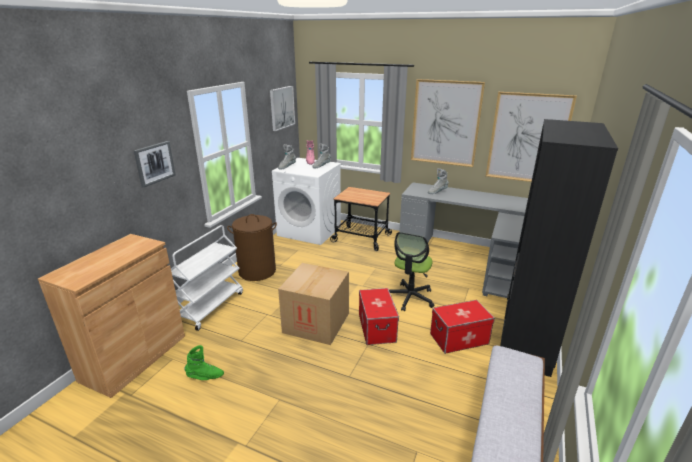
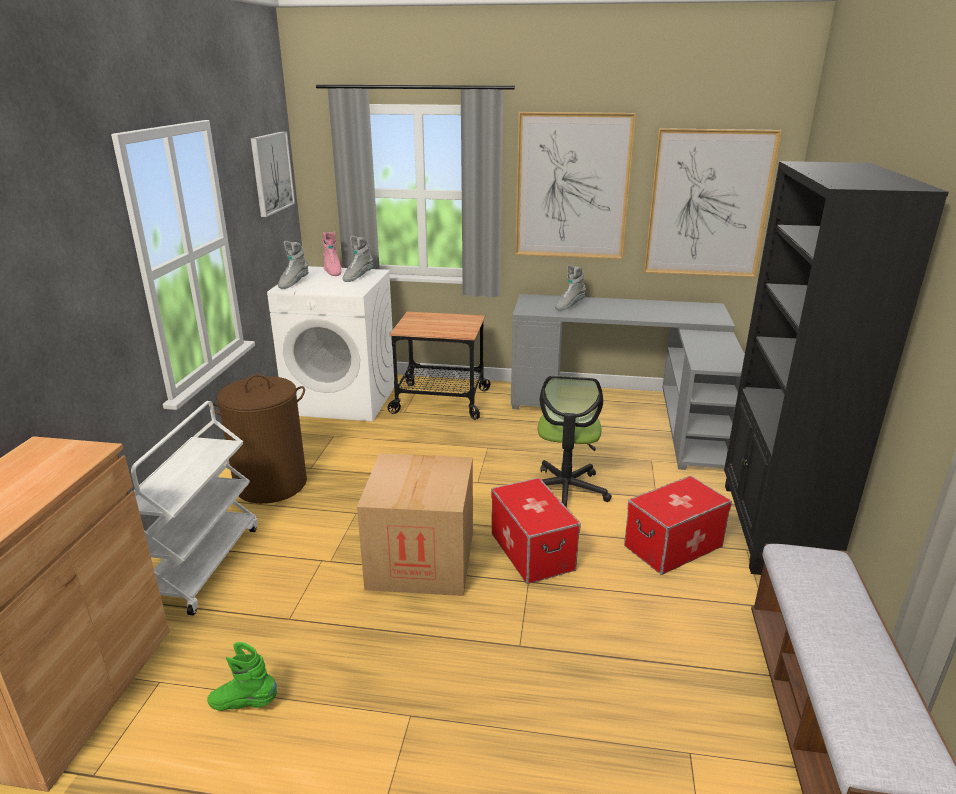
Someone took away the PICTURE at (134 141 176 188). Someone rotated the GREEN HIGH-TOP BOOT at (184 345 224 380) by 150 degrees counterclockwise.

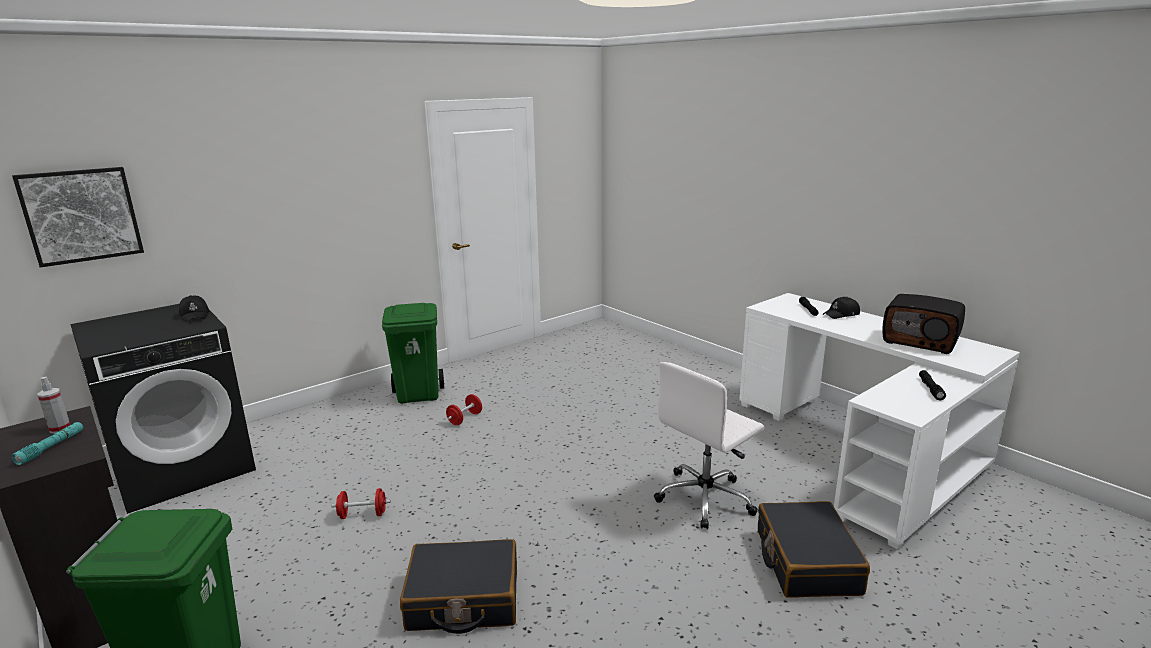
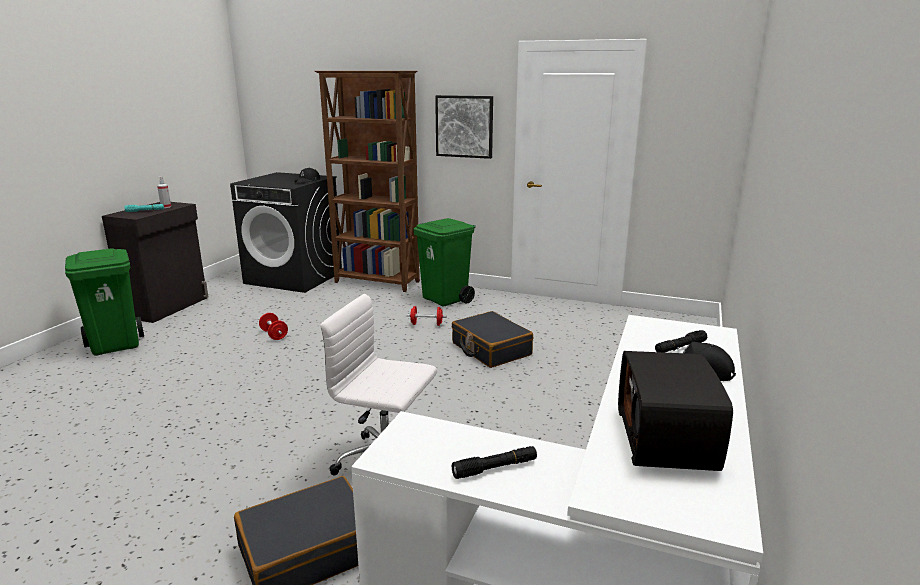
Someone put down the BROWN-COLOURED BOOKSHELF at (315 71 420 292). Someone carried the PICTURE from (12 167 144 268) to (435 95 493 159). Someone carried the BLACK-COLOURED PIECE OF LUGGAGE from (400 539 517 634) to (452 311 533 368).

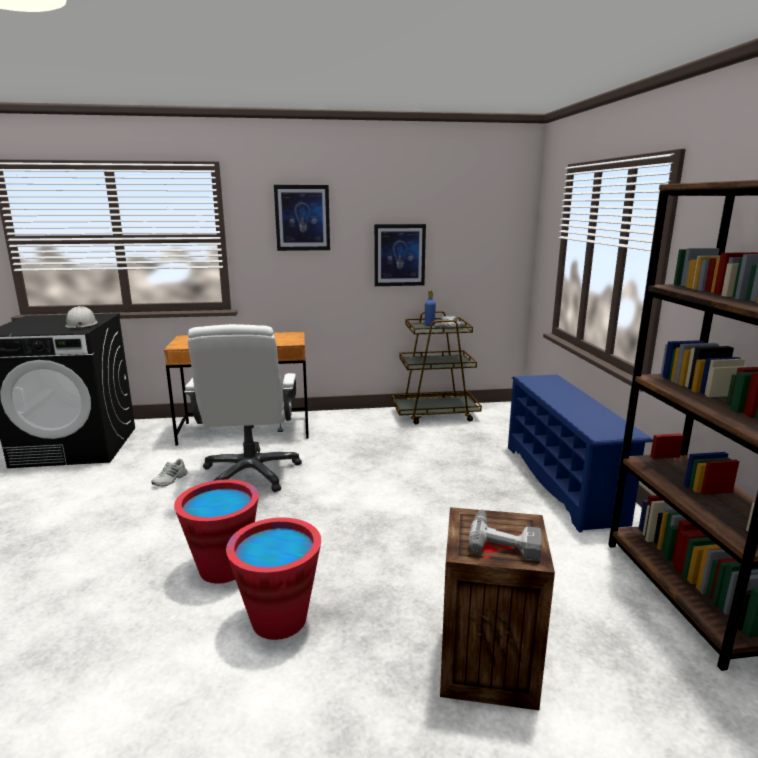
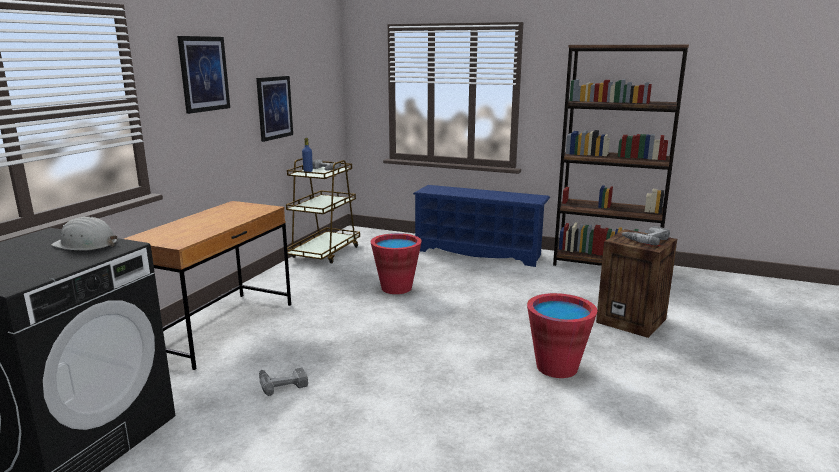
Someone took away the WHITE-COLOURED OFFICE CHAIR at (184 324 302 492). Someone carried the RED PAIL from (174 480 259 584) to (371 233 422 294). Someone swapped the WHITE-COLOURED ITEM OF FOOTWEAR at (151 459 187 486) for the DRILL at (259 368 308 396).

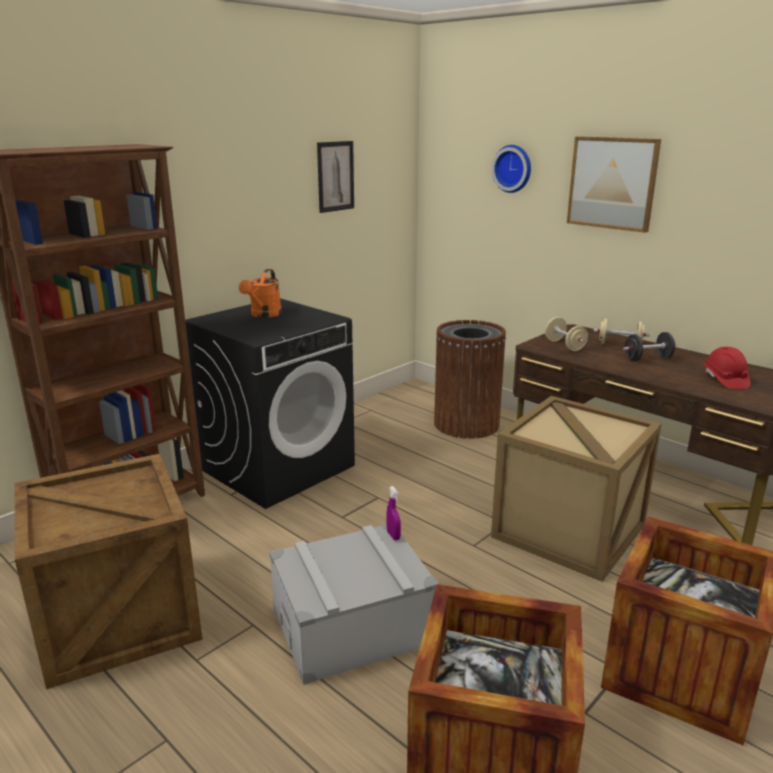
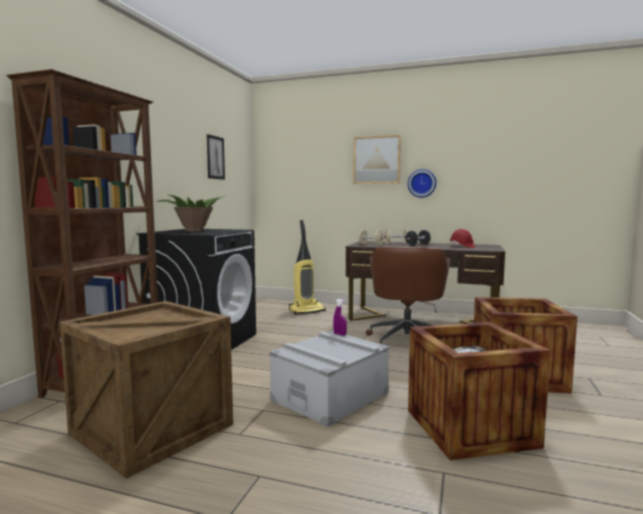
Someone carried the WALL CLOCK from (491 145 531 193) to (408 169 436 198). Someone swapped the ORANGEY WATERING CAN at (239 269 282 318) for the HOUSEPLANT at (157 195 225 231). Someone swapped the BROWN-COLOURED WASTE BIN at (434 320 506 439) for the VACUUM at (289 220 326 315). Someone swapped the SHIPPING CRATE at (491 396 662 582) for the BROWN-COLOURED OFFICE CHAIR at (366 247 450 344).

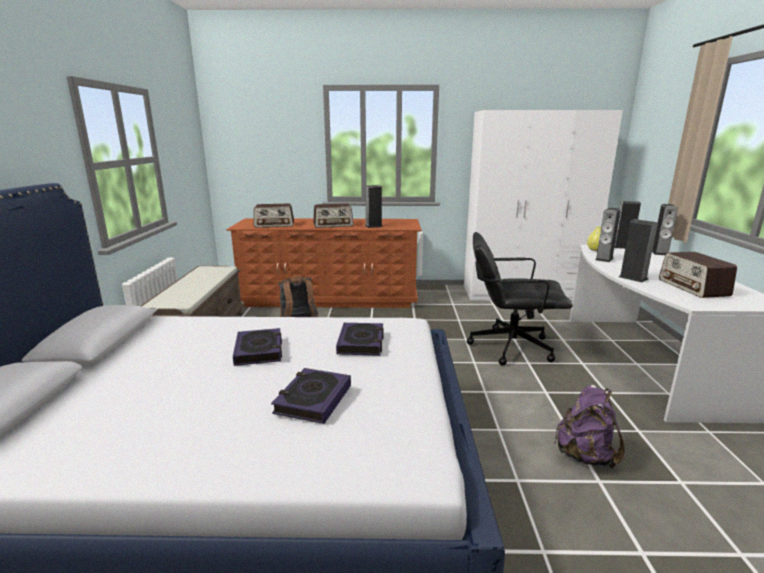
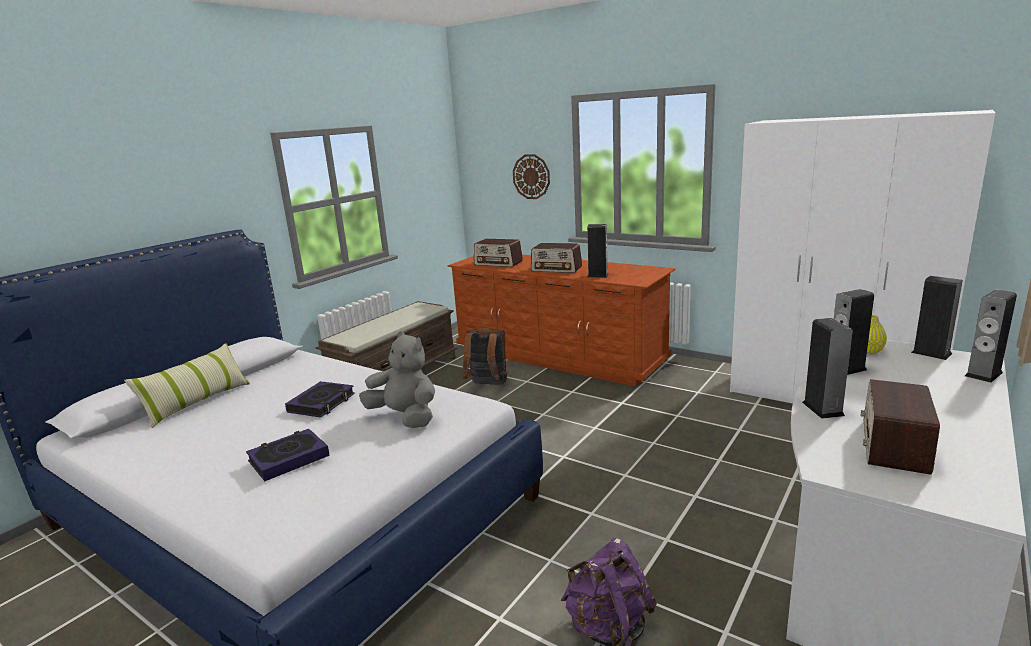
Someone took away the BLACK-COLOURED OFFICE CHAIR at (467 232 573 365). Someone put down the CUSHION at (124 343 250 428). Someone put up the WALL CLOCK at (513 154 550 199). Someone swapped the BOUND BOOK at (336 323 383 356) for the GREYISH CUDDLY TOY at (359 331 435 428).

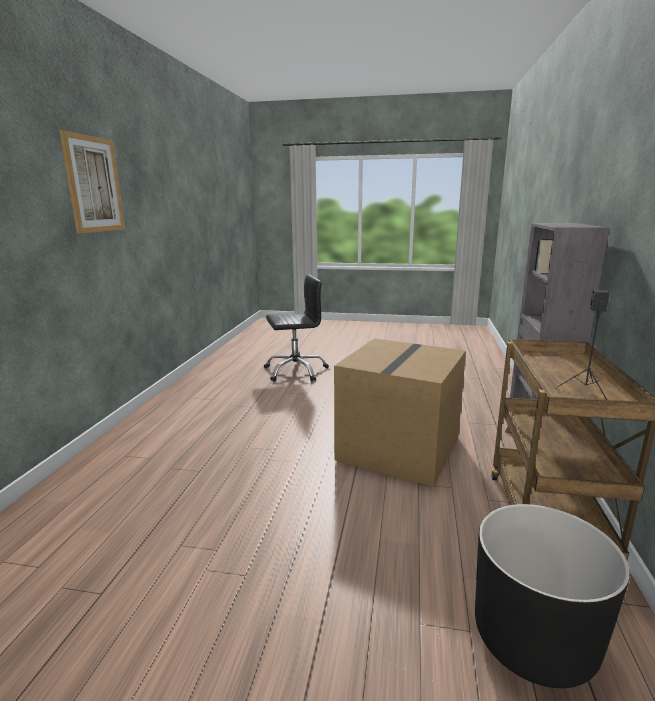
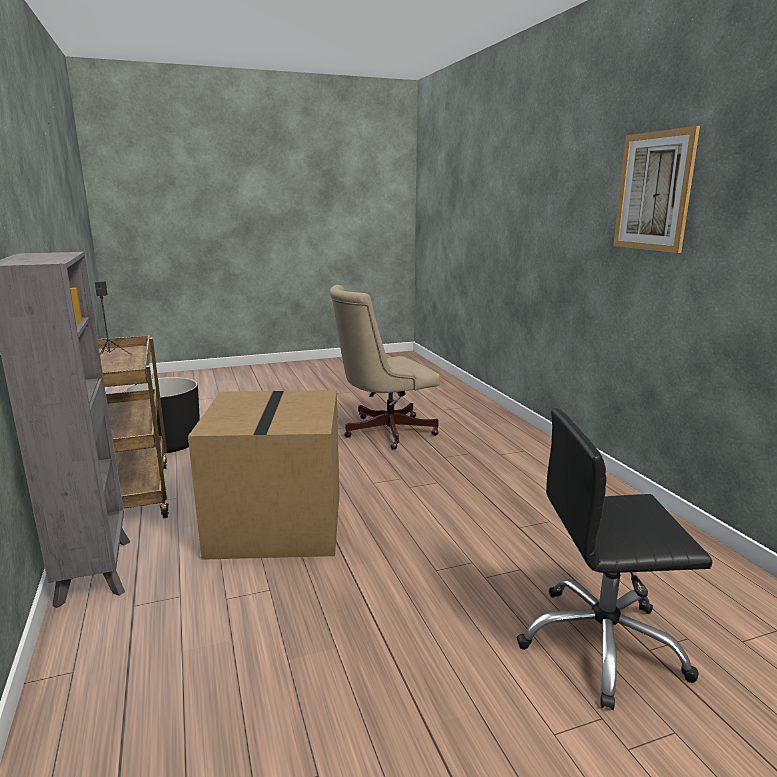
Someone put down the BEIGE OFFICE CHAIR at (329 285 440 449). Someone rotated the BLACK-COLOURED OFFICE CHAIR at (264 274 329 381) by 45 degrees clockwise.

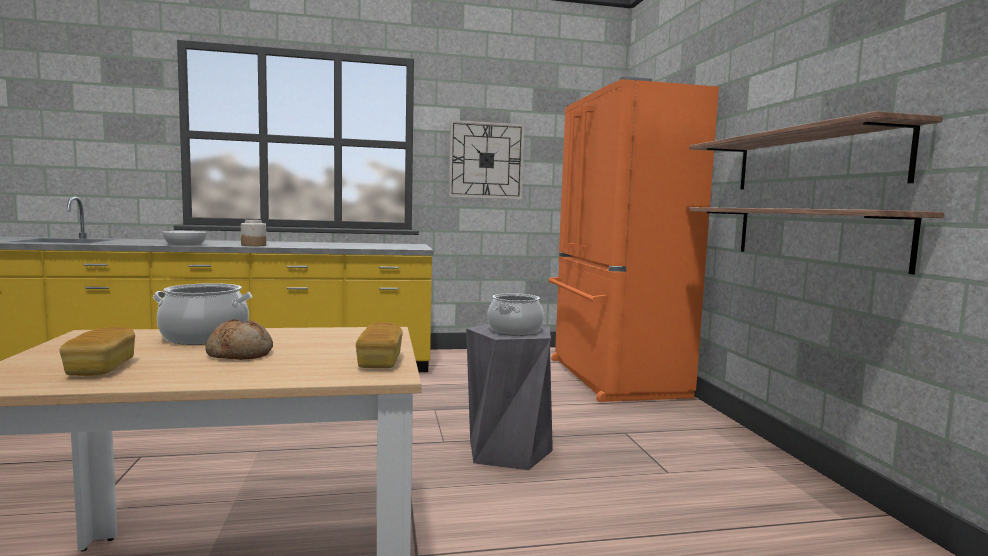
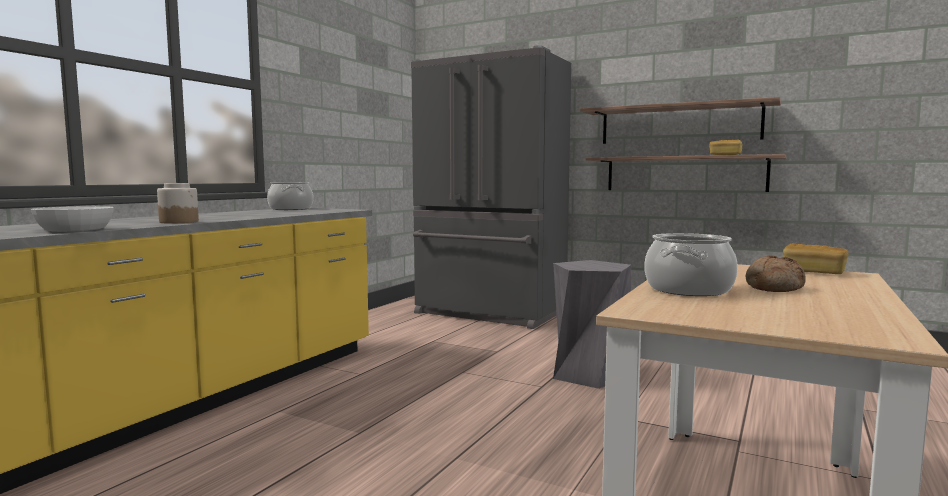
Someone took away the WALL CLOCK at (449 120 525 199). Someone carried the BAKERY BREAD from (60 327 135 376) to (709 139 743 155). Someone carried the STOCKPOT from (487 293 544 336) to (267 182 313 210). Someone repainted the ORANGEY REFRIGERATOR at (549 77 719 402), which became the GREYISH REFRIGERATOR at (411 45 571 329).

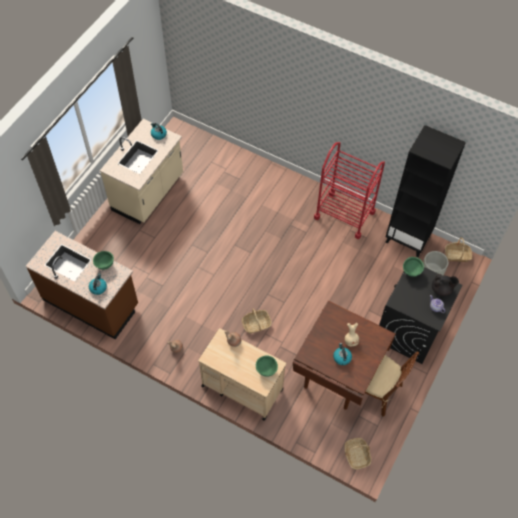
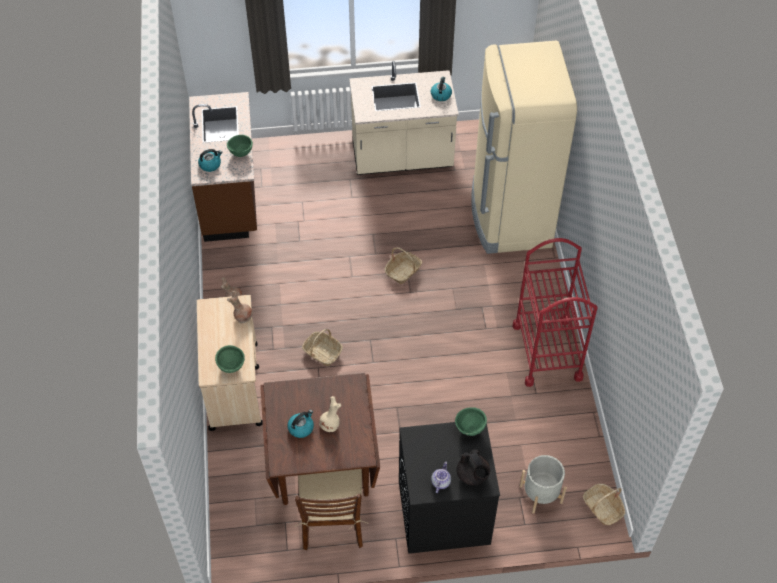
Someone took away the BLACK-COLOURED BOOKSHELF at (386 125 466 258). Someone put down the BEIGE REFRIGERATOR at (471 41 577 254). Someone carried the HOUSEHOLD BASKET from (344 438 371 470) to (385 248 422 284).

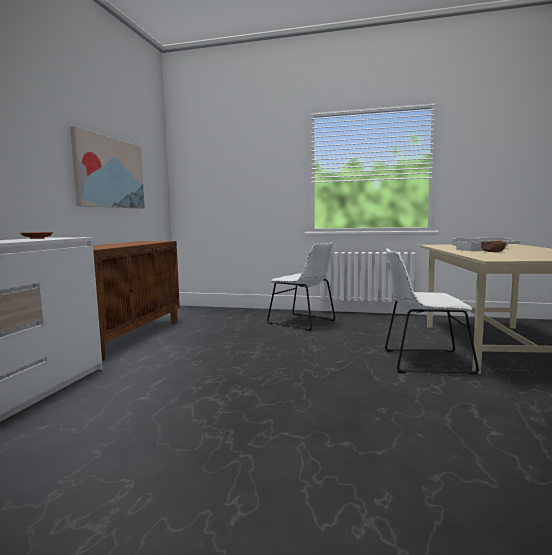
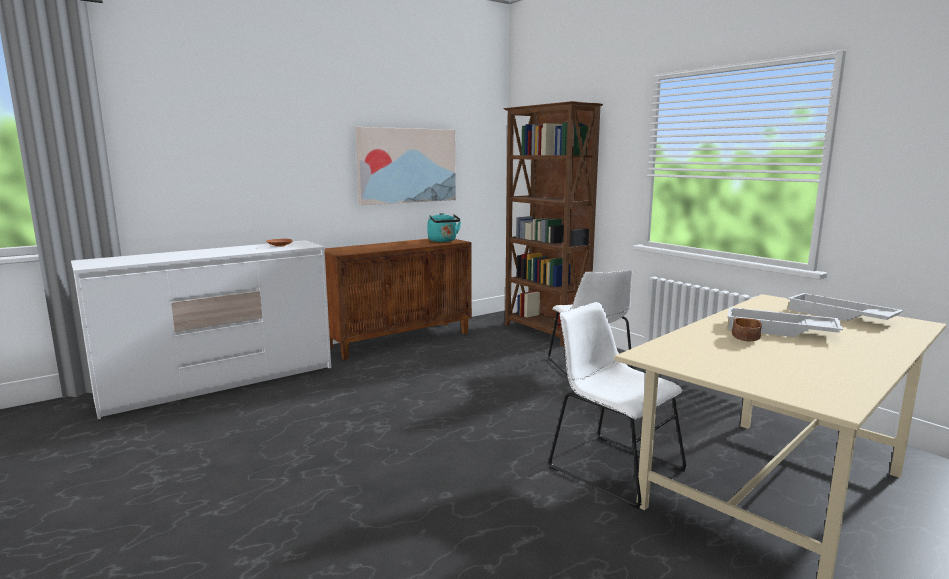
Someone put down the BLUE-GREEN TEA KETTLE at (427 213 461 242). Someone put down the BROWN-COLOURED BOOKSHELF at (504 101 603 347).

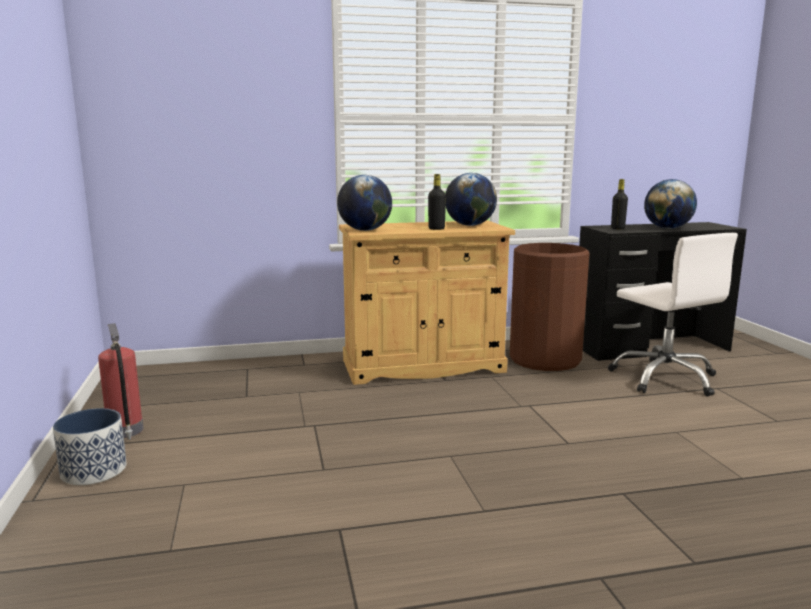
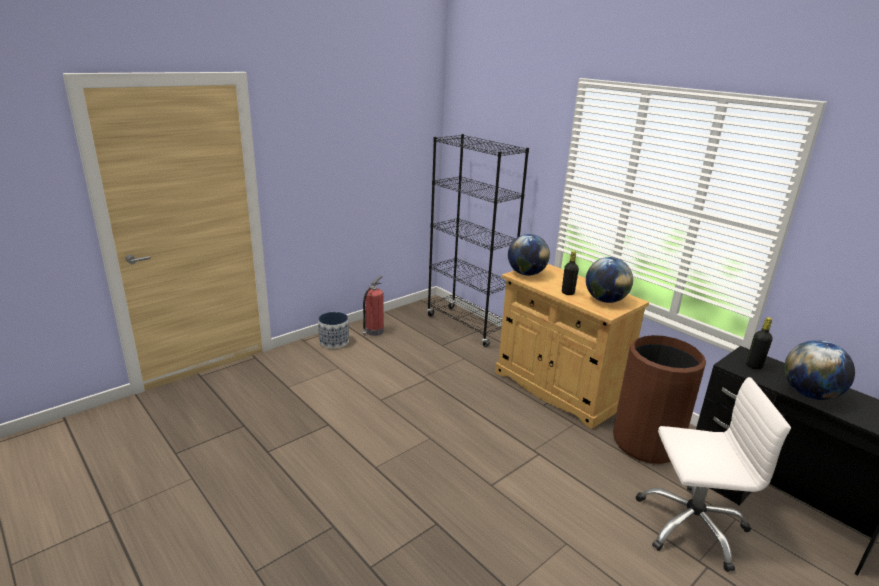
Someone put down the BLACK-COLOURED BOOKSHELF at (427 134 529 347). Someone rotated the WHITE-COLOURED OFFICE CHAIR at (608 233 738 396) by 120 degrees counterclockwise.

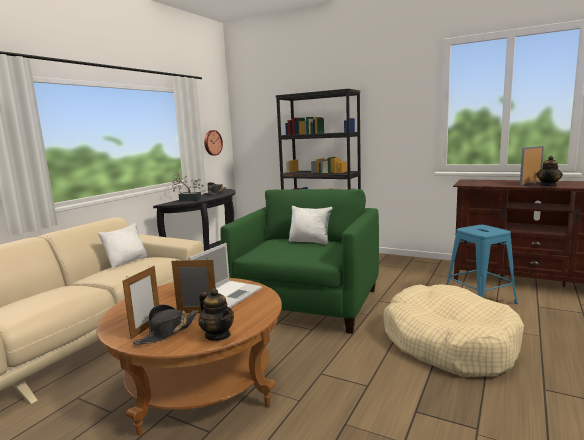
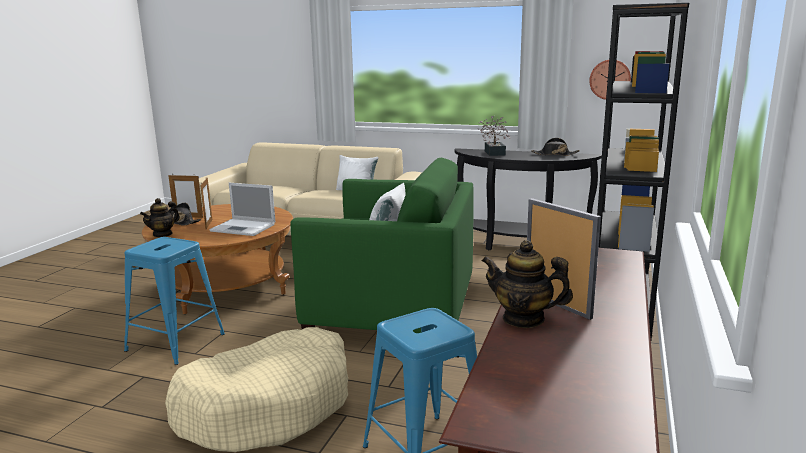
Someone put down the BLUE-COLOURED STOOL SEAT at (124 237 225 365).

